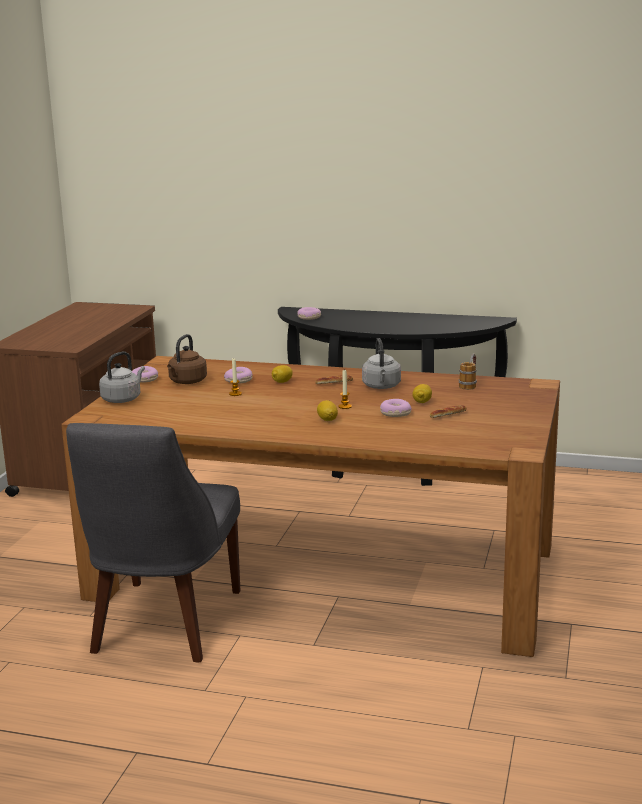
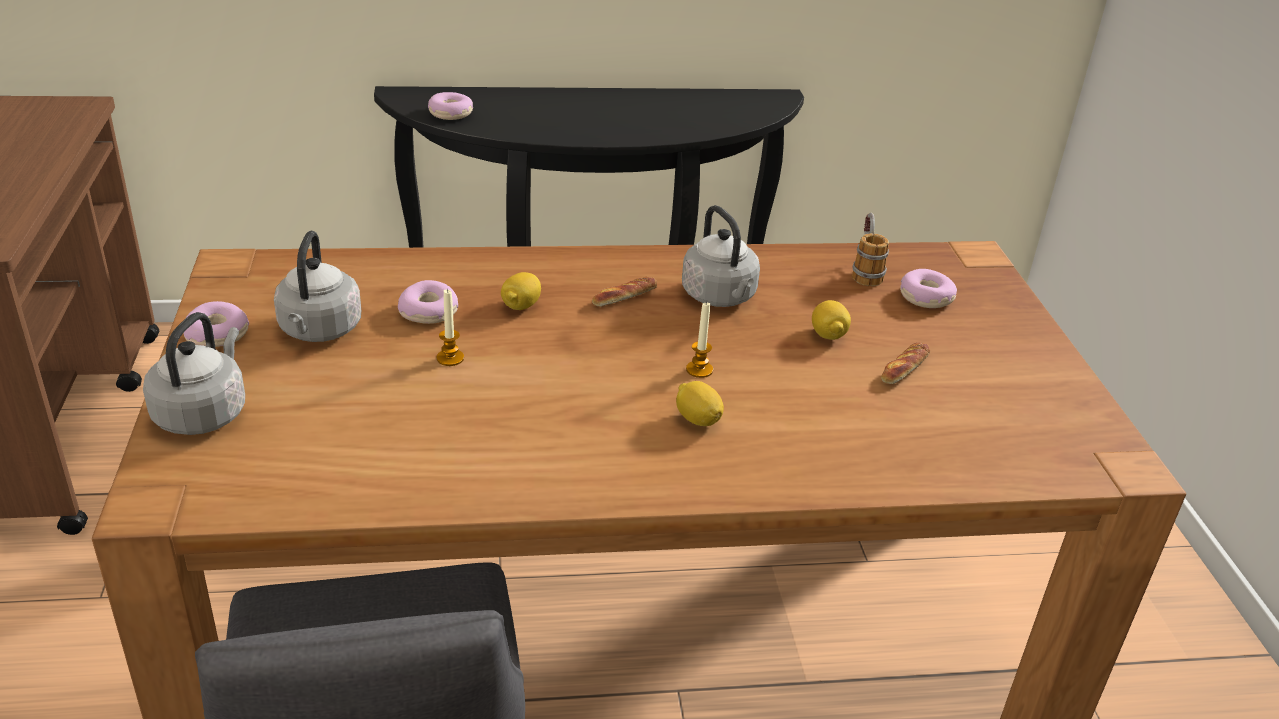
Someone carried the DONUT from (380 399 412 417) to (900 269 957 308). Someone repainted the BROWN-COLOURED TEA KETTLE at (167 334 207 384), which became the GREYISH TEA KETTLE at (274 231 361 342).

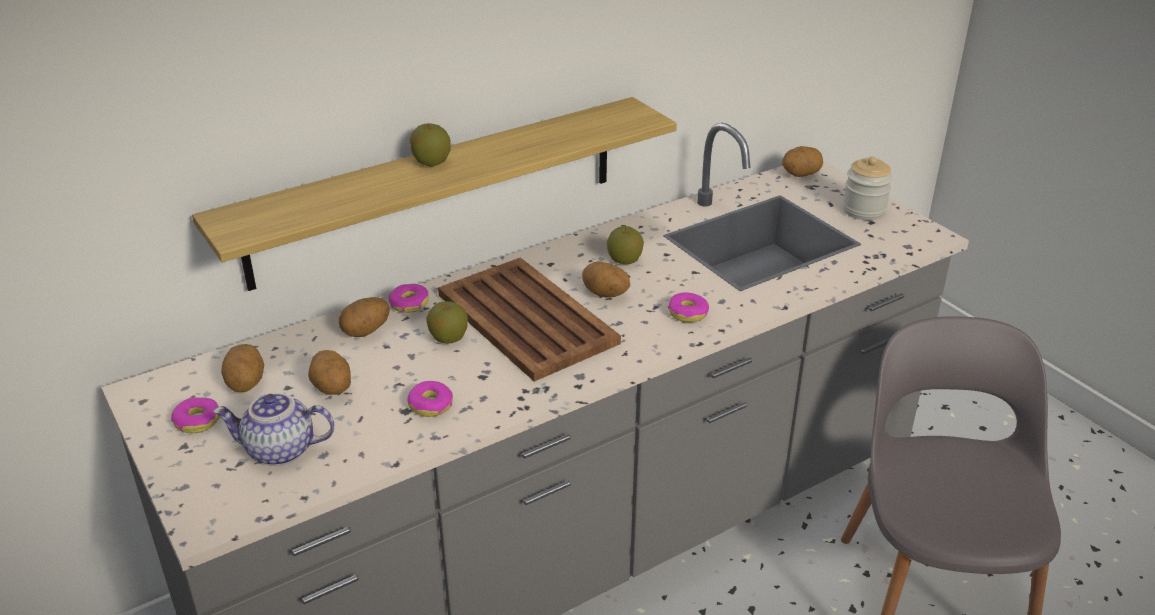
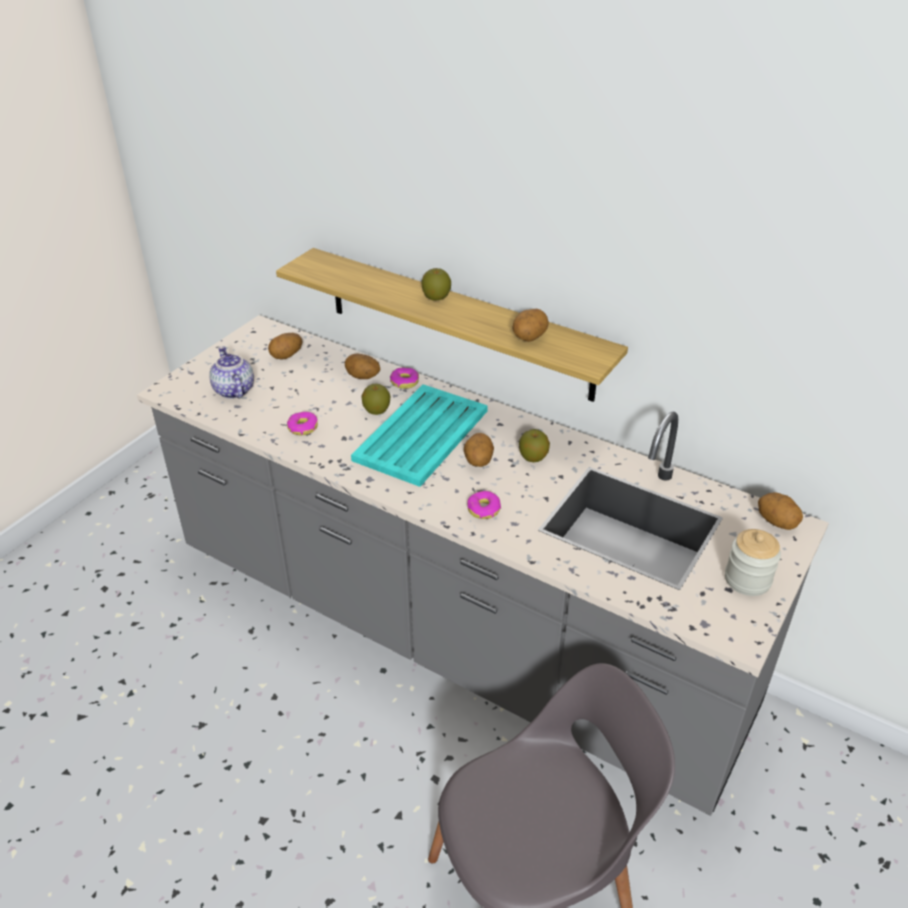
Someone took away the DONUT at (171 397 219 433). Someone carried the POTATO from (308 350 351 395) to (513 309 549 342). Someone repainted the BROWN-COLOURED SERVING TRAY at (438 257 621 382), which became the BLUE-GREEN SERVING TRAY at (351 384 488 487).

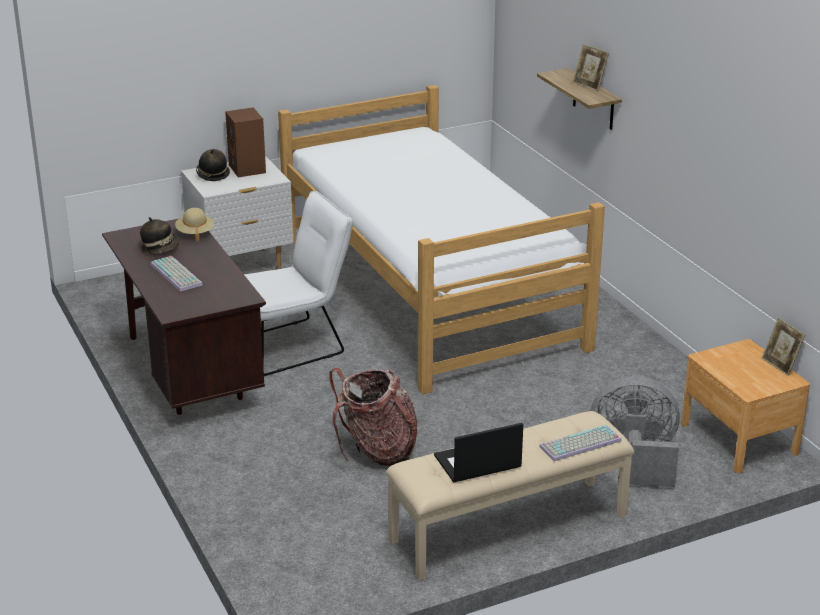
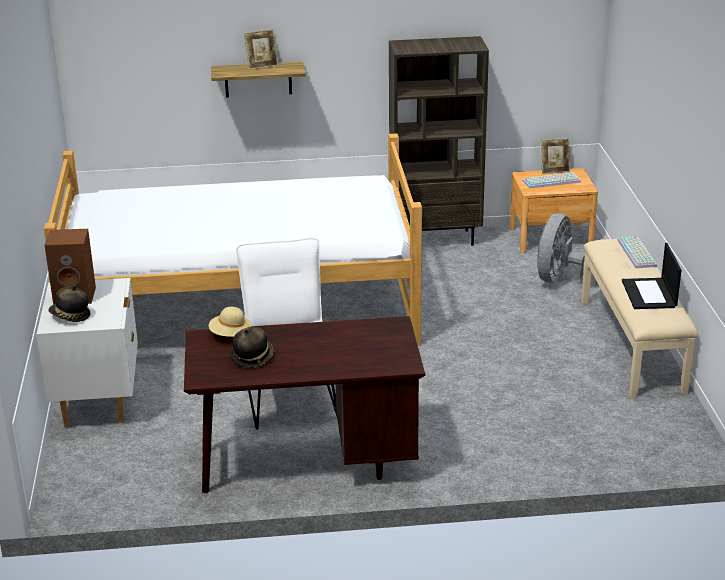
Someone took away the RUCKSACK at (329 368 417 466). Someone put down the BROWN-COLOURED BOOKSHELF at (389 36 489 246). Someone carried the PC KEYBOARD from (151 256 203 292) to (523 172 581 189).

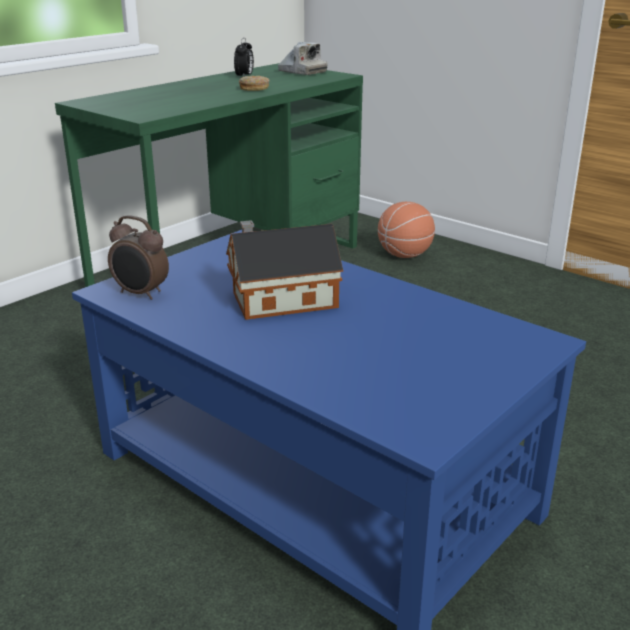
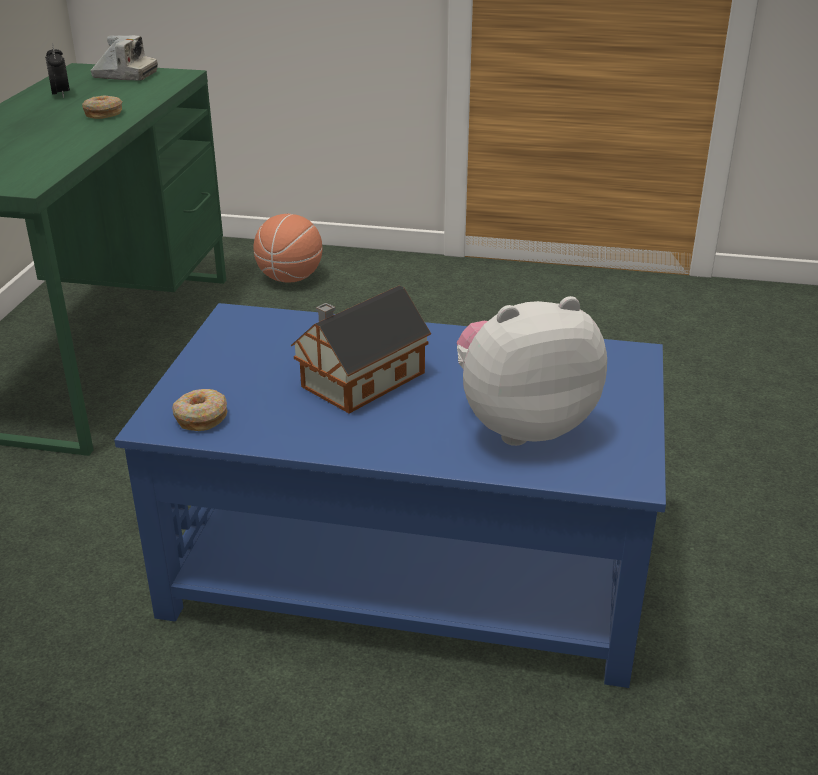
Someone put down the CUDDLY TOY at (457 296 607 446). Someone swapped the ALARM CLOCK at (108 215 169 300) for the DONUT at (172 389 227 431).

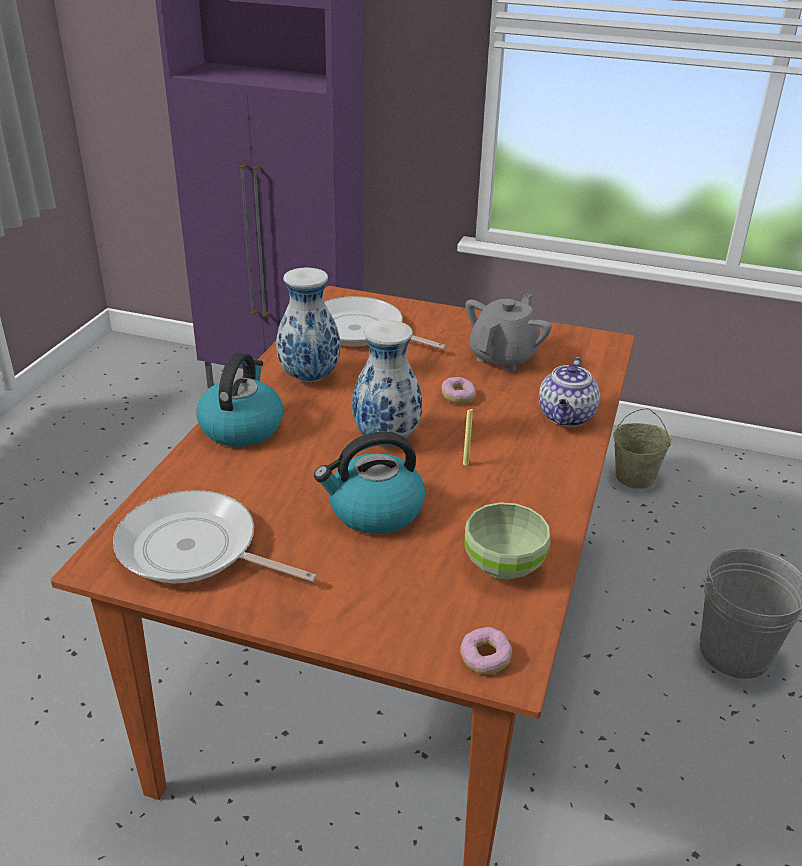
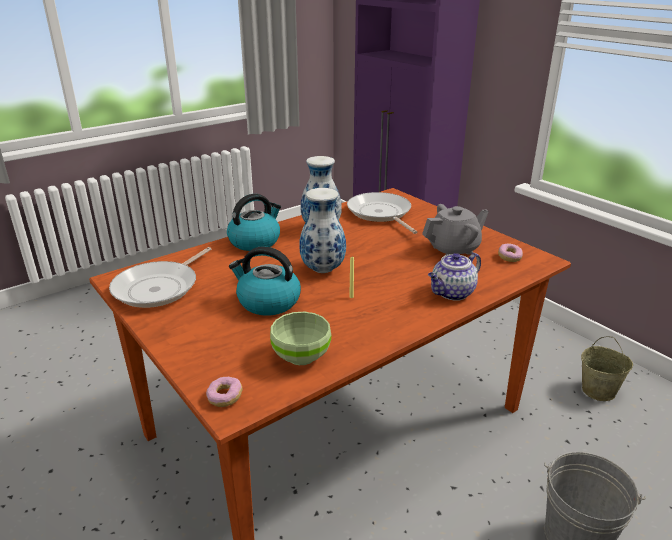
Someone carried the DONUT from (441 377 476 404) to (498 243 523 262). Someone rotated the FRYING PAN at (113 490 317 583) by 120 degrees counterclockwise.

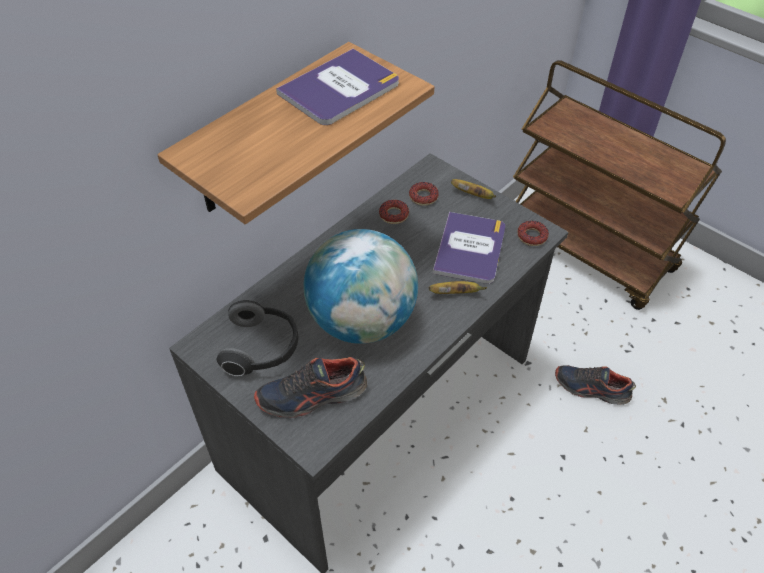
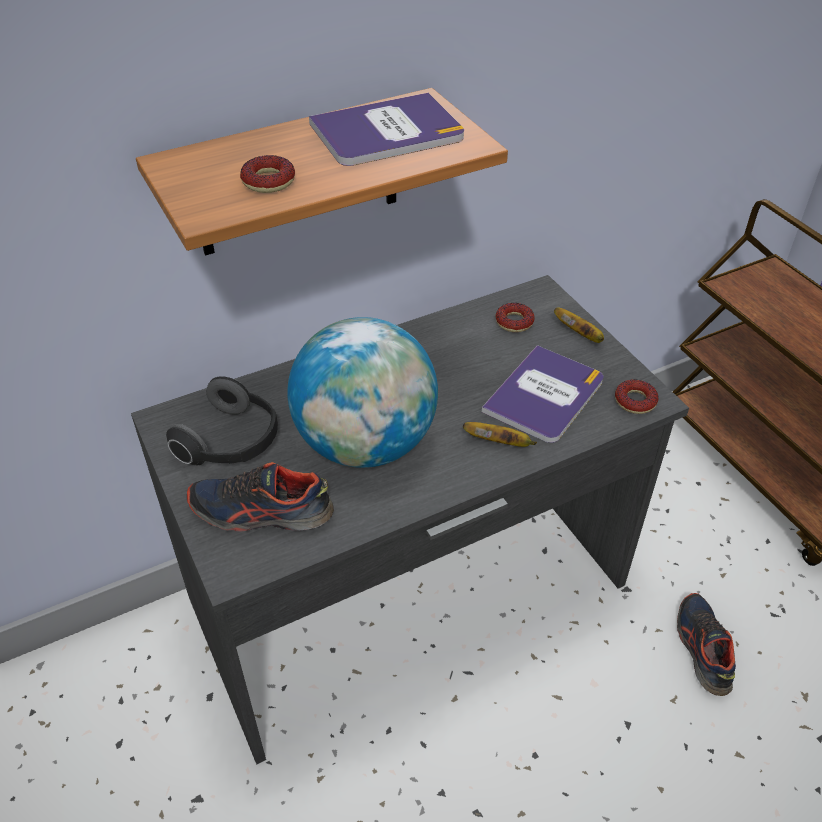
Someone carried the DONUT from (379 200 409 224) to (240 155 295 193). Someone rotated the ITEM OF FOOTWEAR at (555 366 636 405) by 45 degrees clockwise.

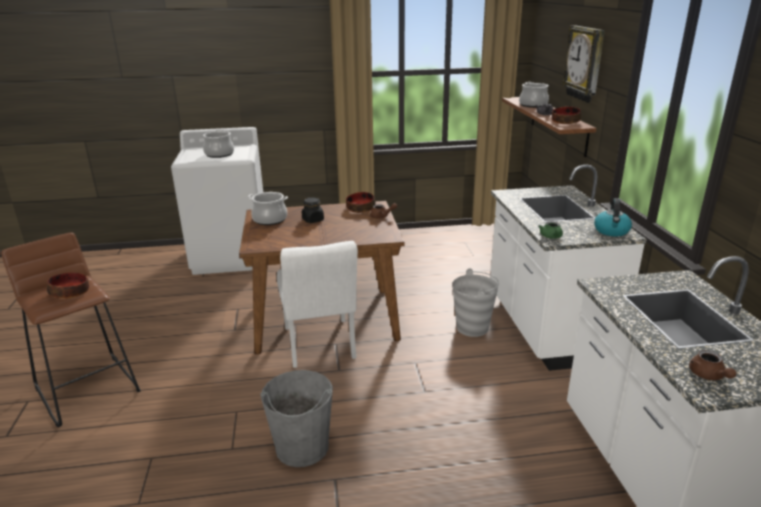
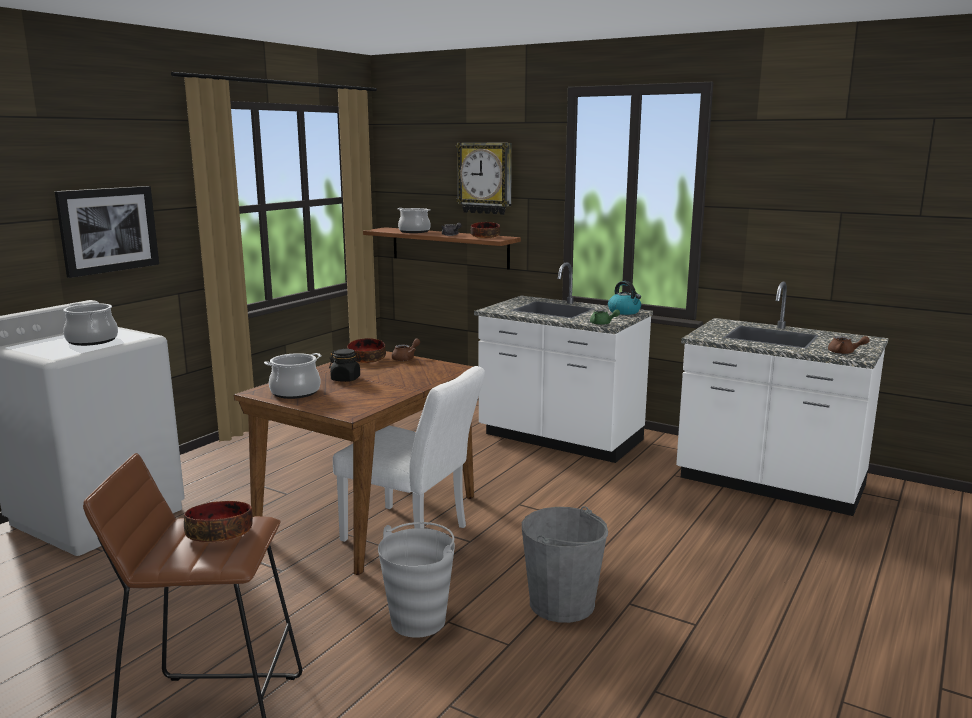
Someone put up the PICTURE at (55 186 159 278). Someone carried the GREYISH PAIL from (452 268 499 337) to (378 522 455 638).

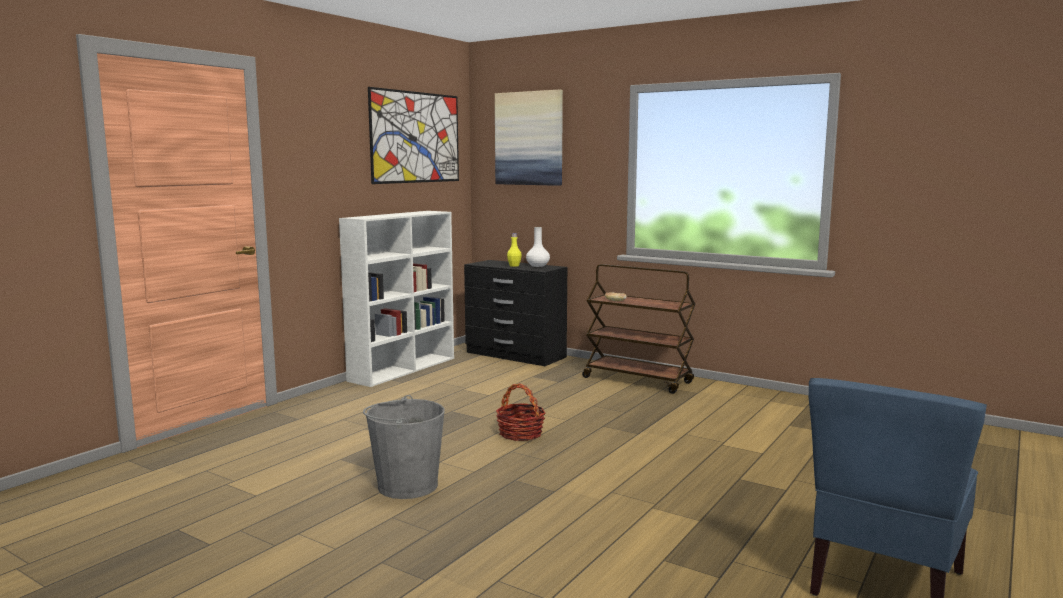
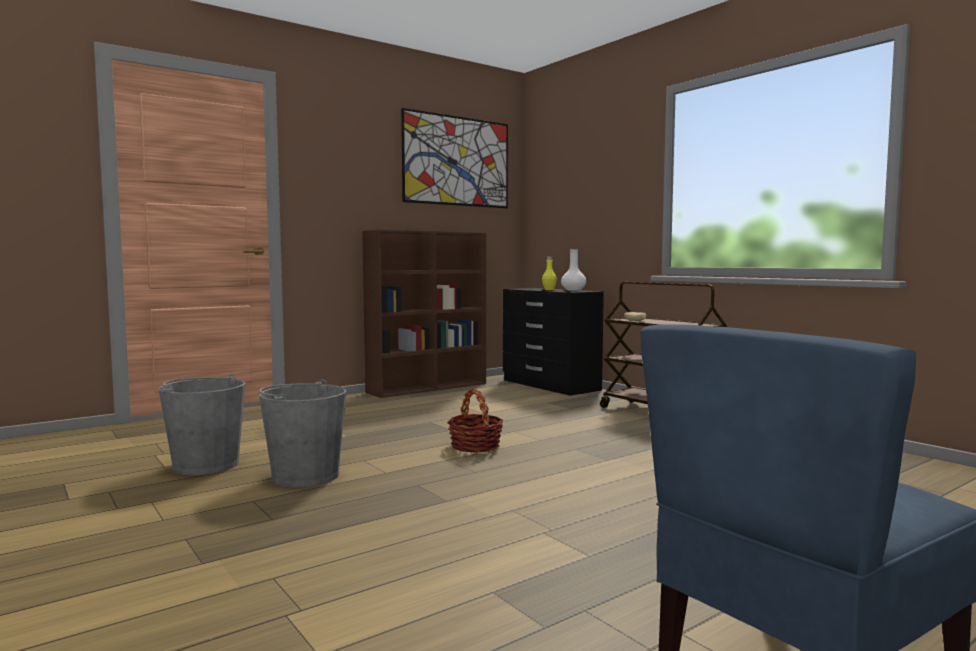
Someone took away the PICTURE at (495 90 563 186). Someone put down the GREYISH PAIL at (158 374 246 475). Someone repainted the WHITE-COLOURED BOOKSHELF at (339 211 454 387), which became the BROWN-COLOURED BOOKSHELF at (362 230 486 398).

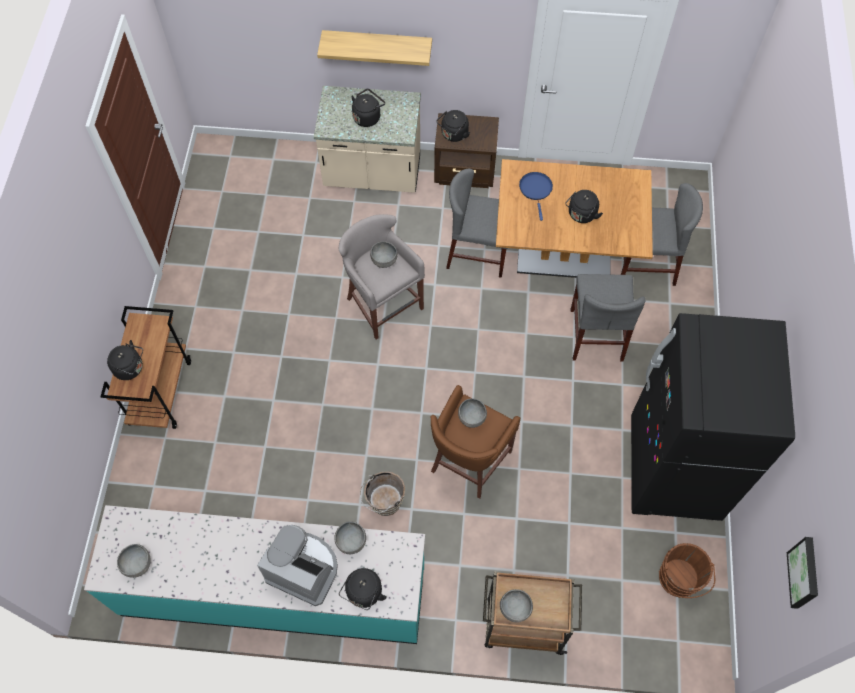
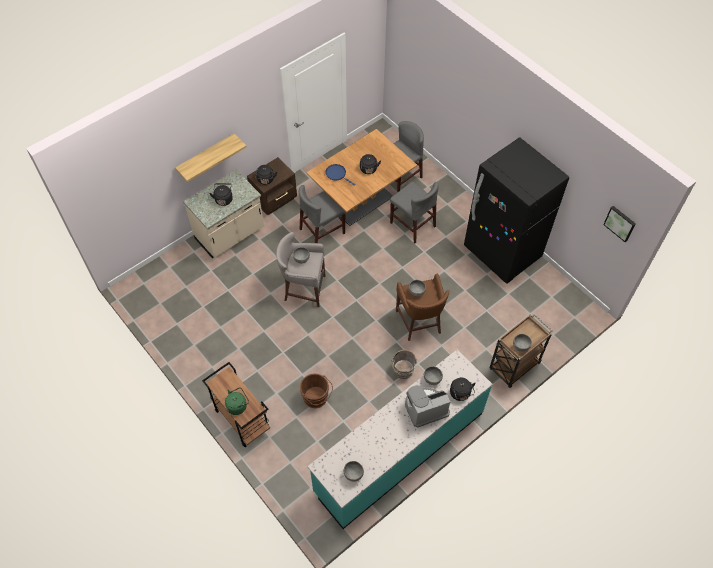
Someone carried the BROWN-COLOURED PAIL from (659 543 715 598) to (300 373 333 408). Someone repainted the BLACK-COLOURED TEA KETTLE at (107 340 143 380), which became the GREEN TEA KETTLE at (225 387 249 415).

